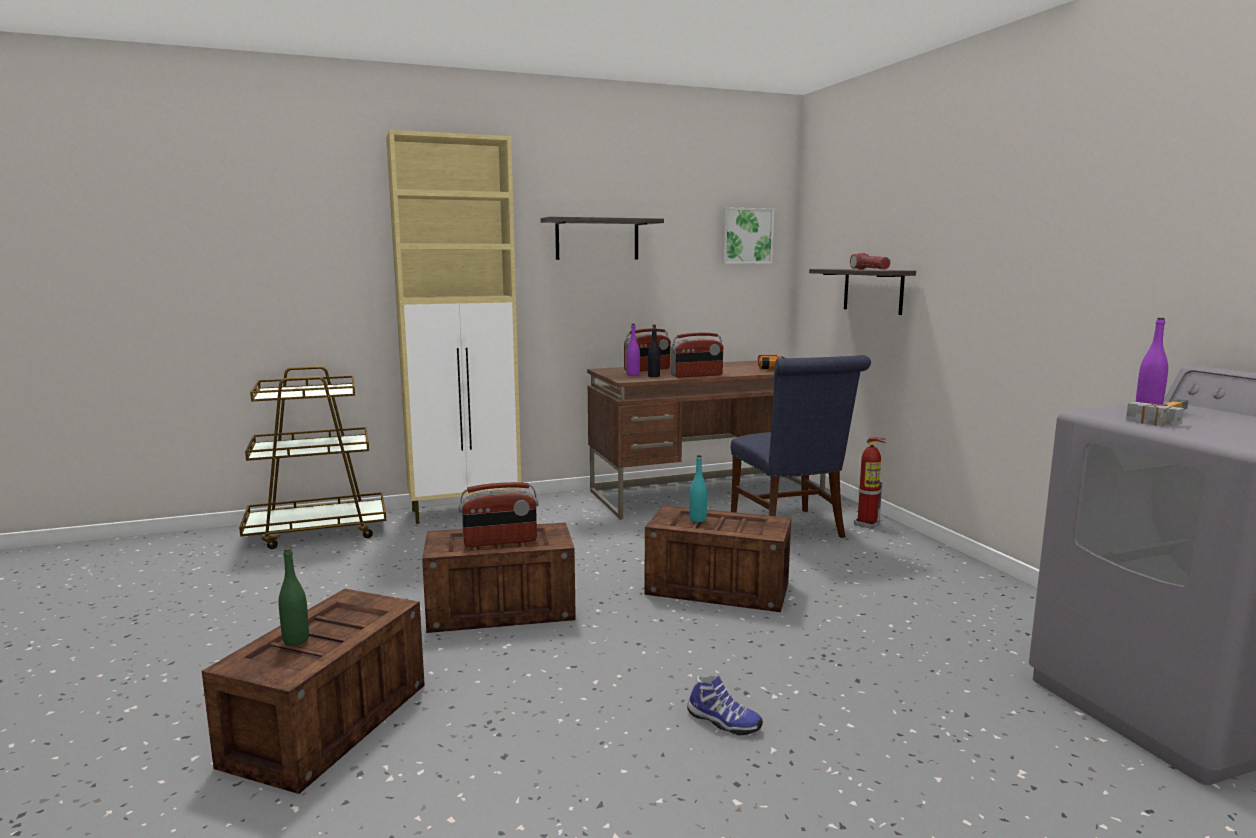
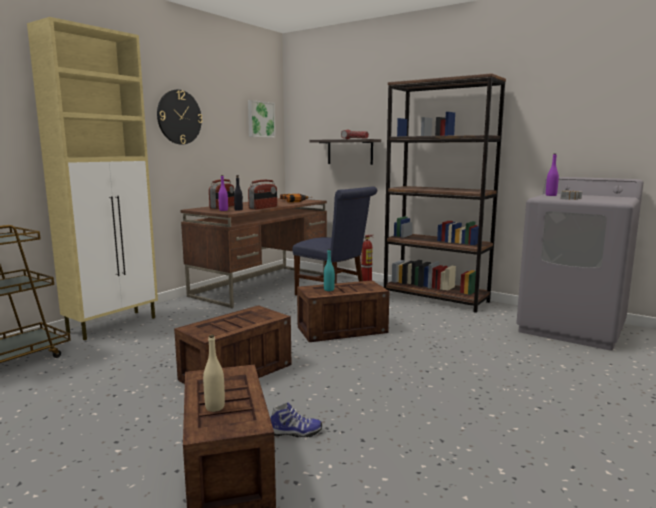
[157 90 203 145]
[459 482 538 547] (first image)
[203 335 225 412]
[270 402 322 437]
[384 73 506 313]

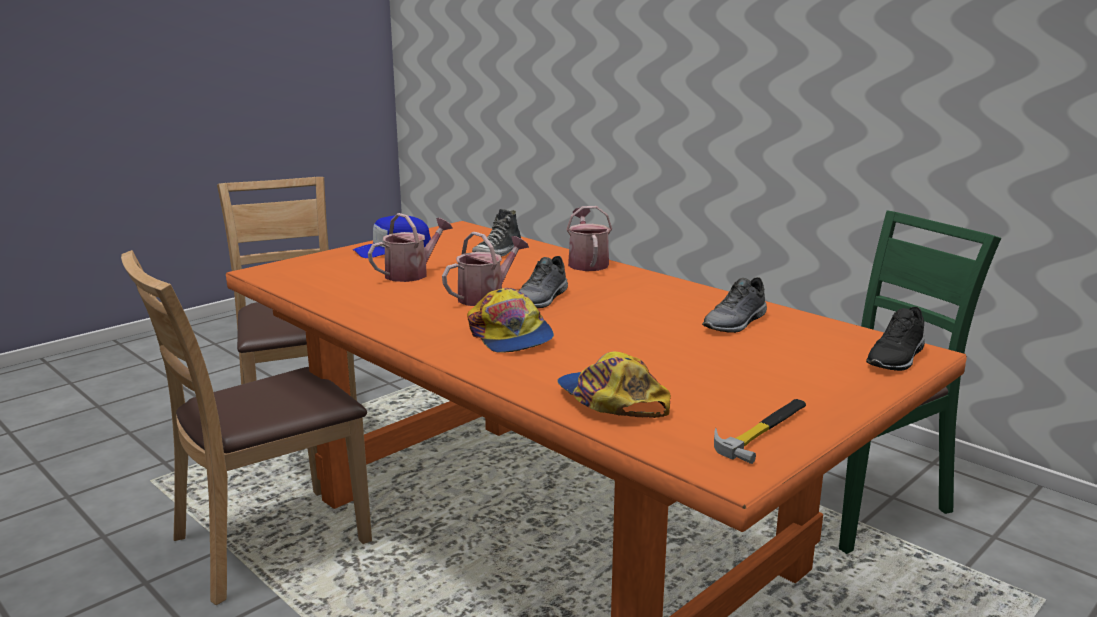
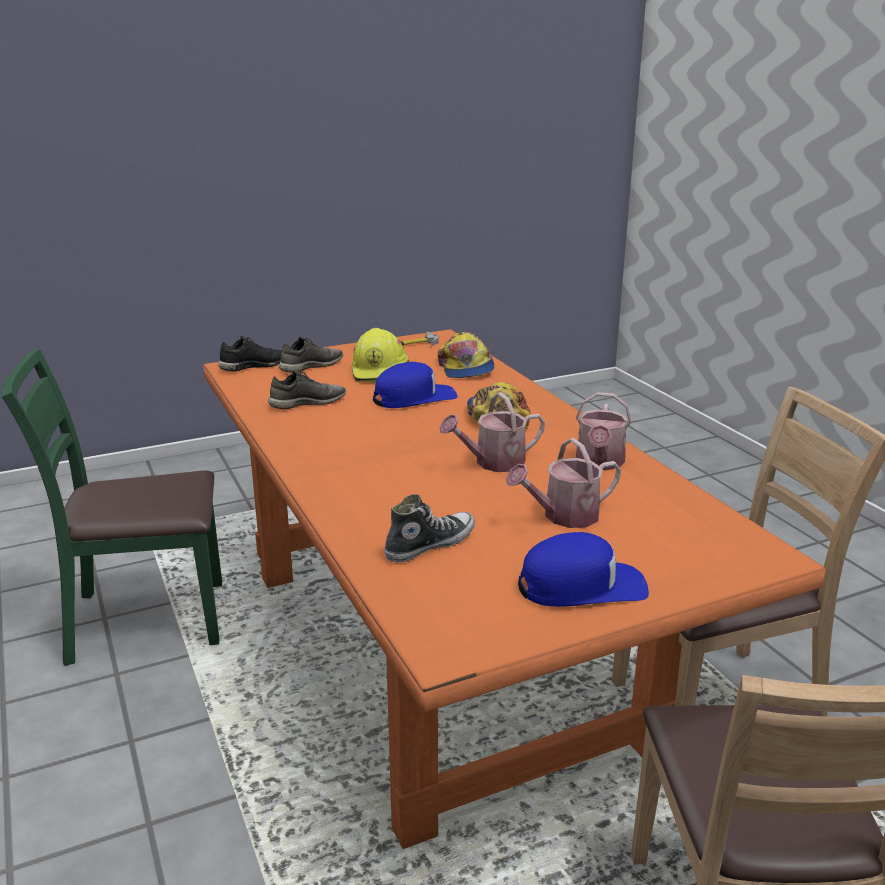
[576 392 631 470]
[279 337 343 373]
[351 328 409 382]
[373 362 457 408]

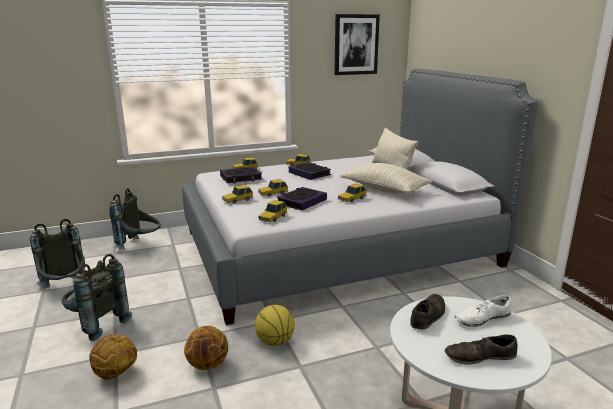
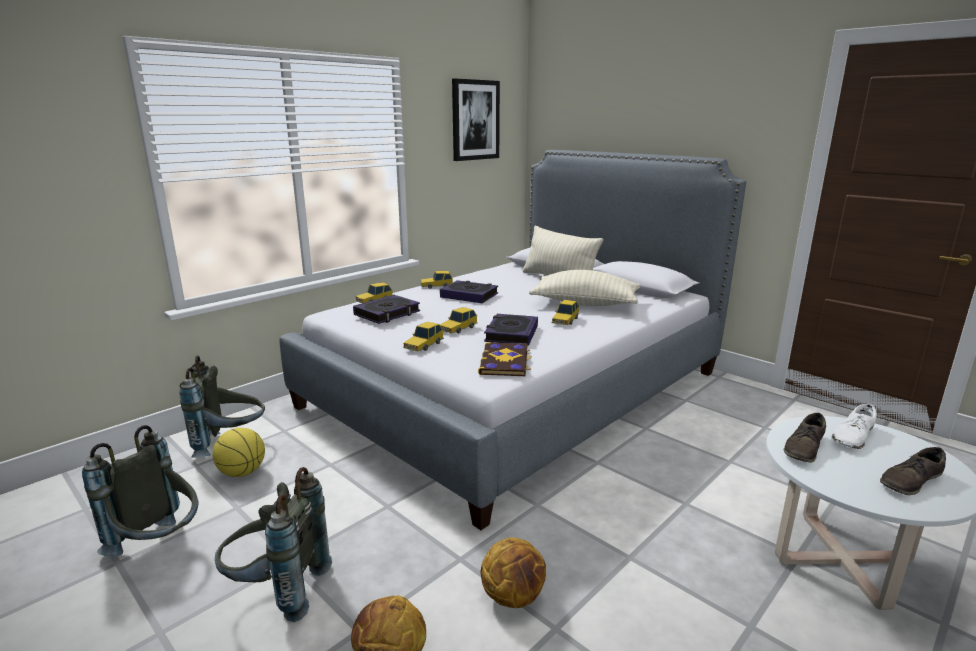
[478 342 532 376]
[784 413 826 463]
[213 428 265 477]

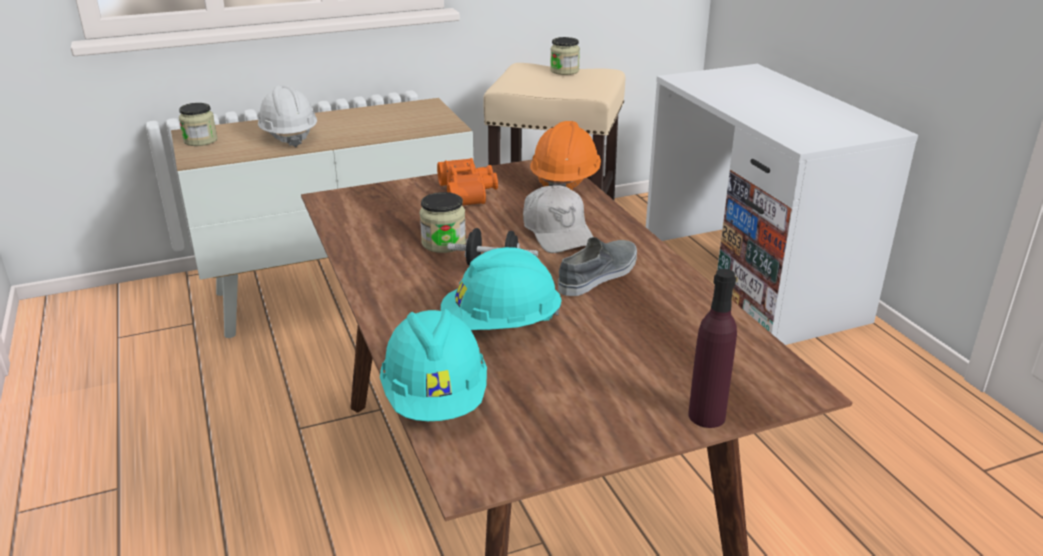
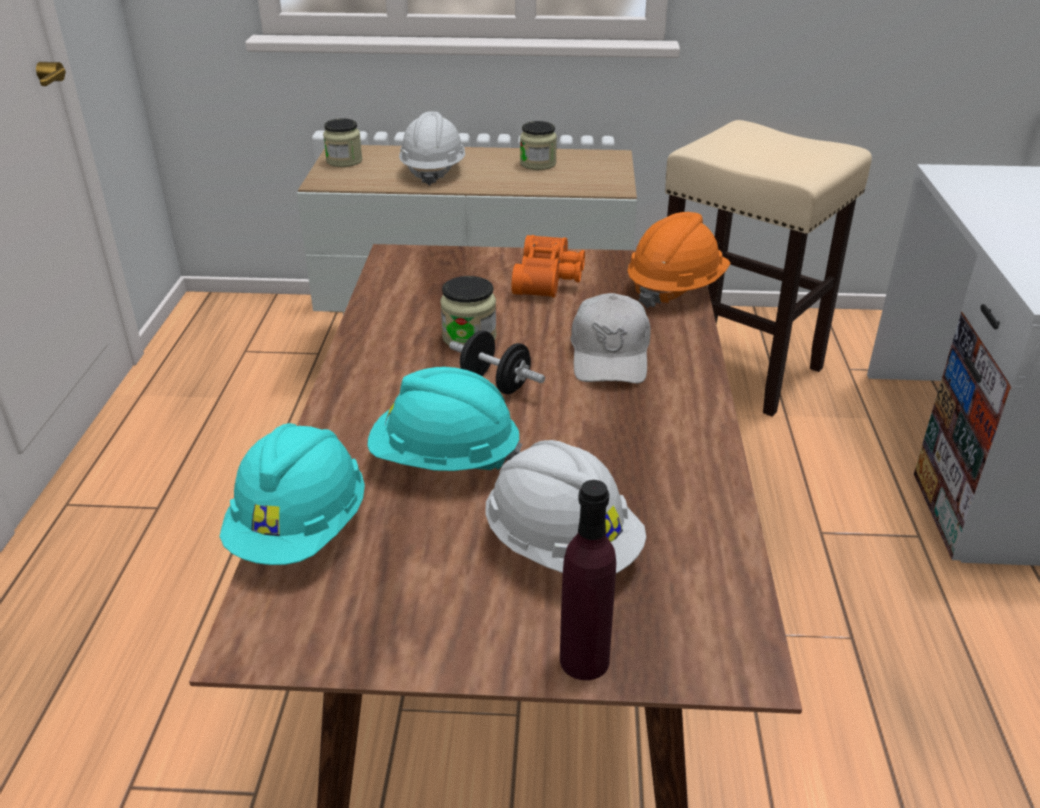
[520 121 557 170]
[558 237 637 296] (first image)
[485 440 646 573]

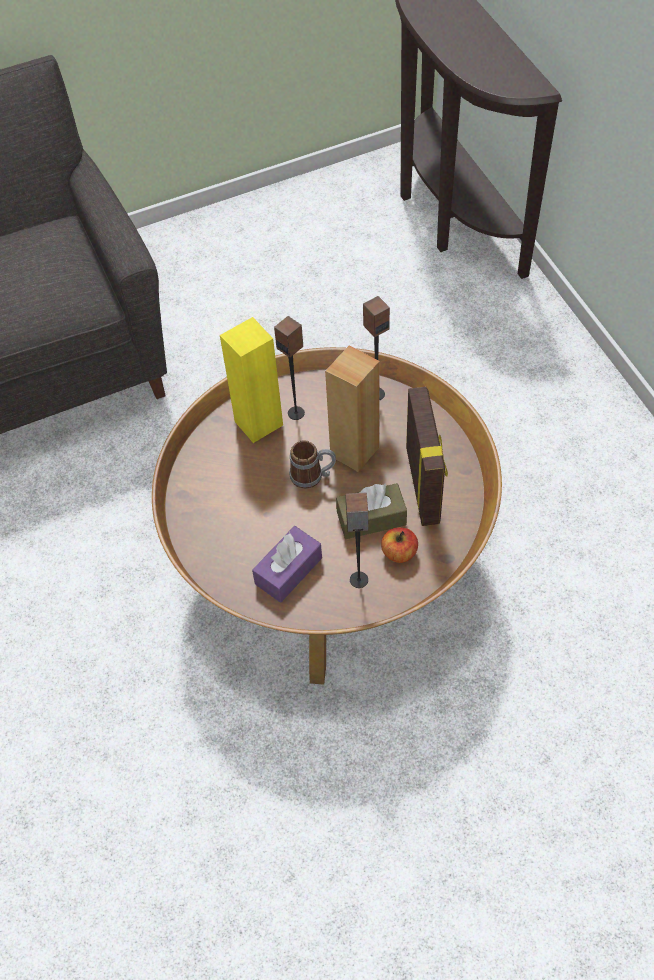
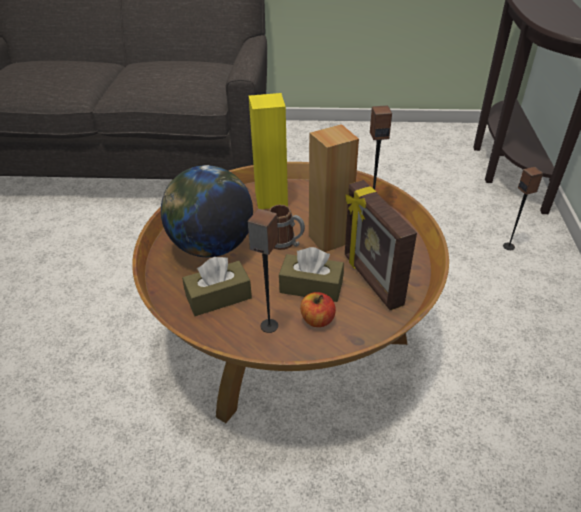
[503 167 543 250]
[345 180 417 311]
[182 257 252 316]
[161 165 253 258]

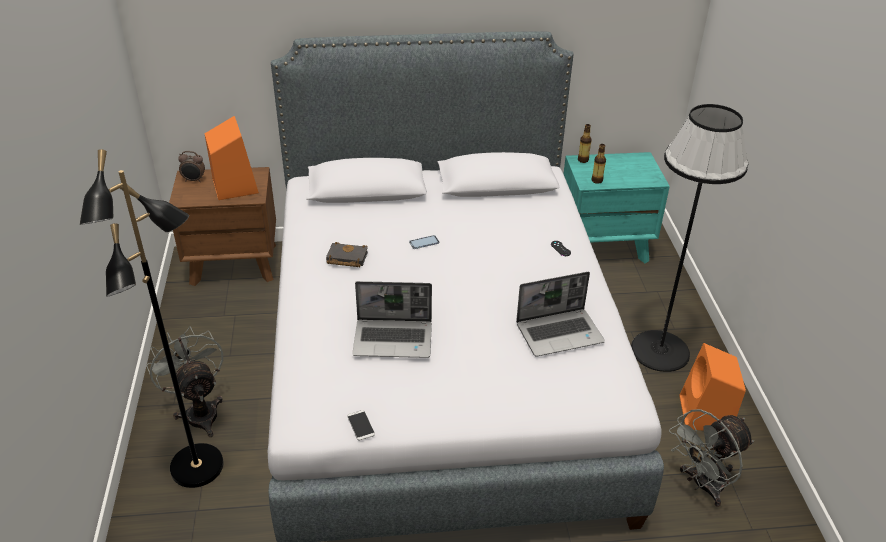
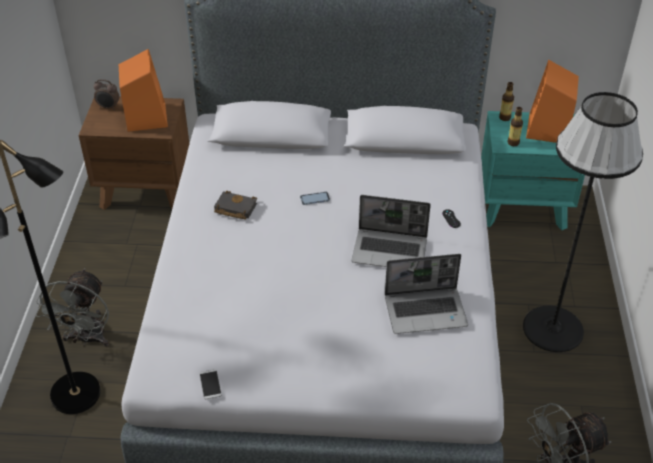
[352 195 431 267]
[36 268 109 347]
[526 60 579 143]

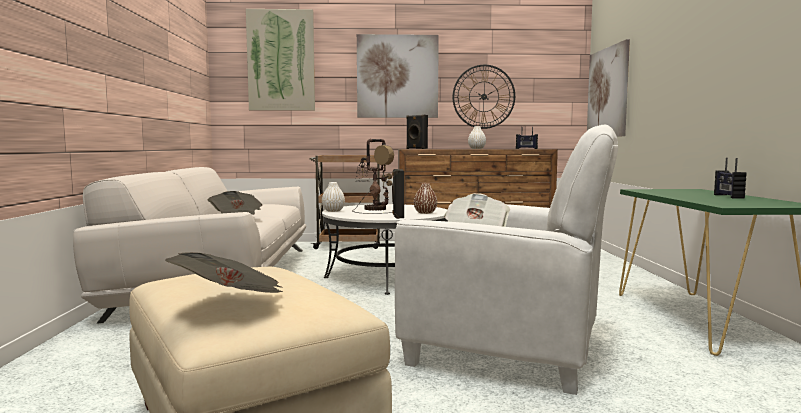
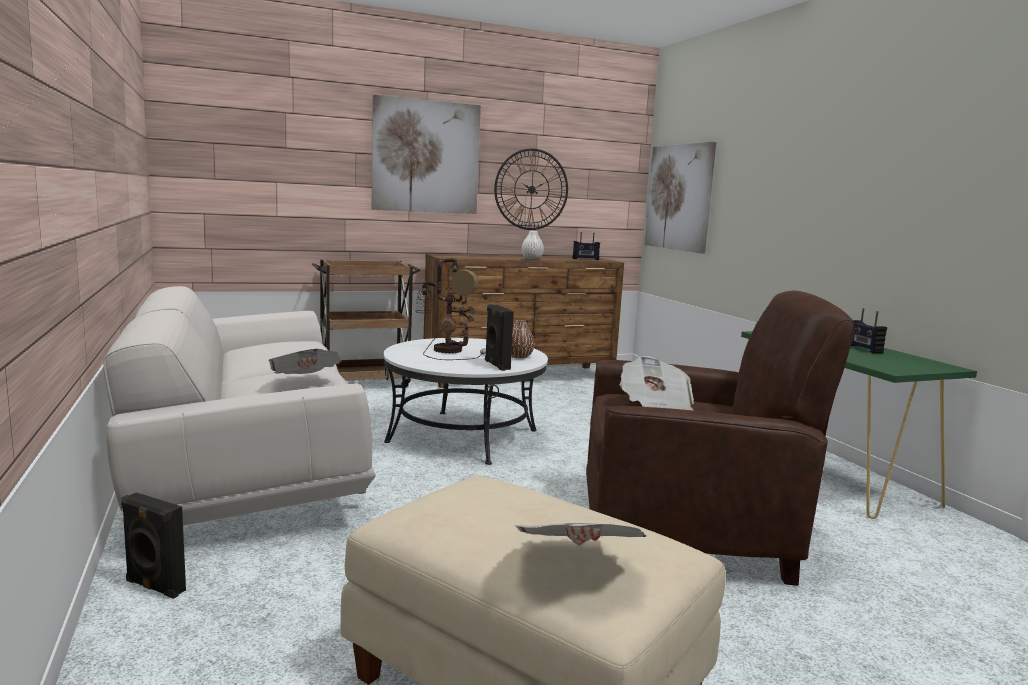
[246 9 315 111] (first image)
[121 492 186 599]
[586 291 855 586]
[322 182 345 212] (first image)

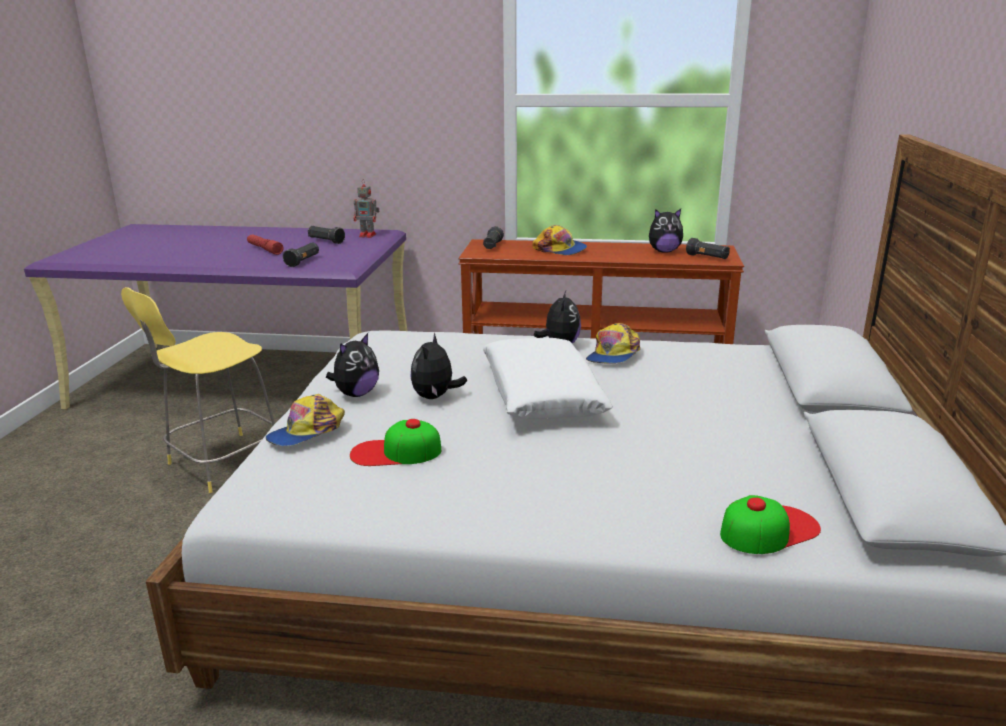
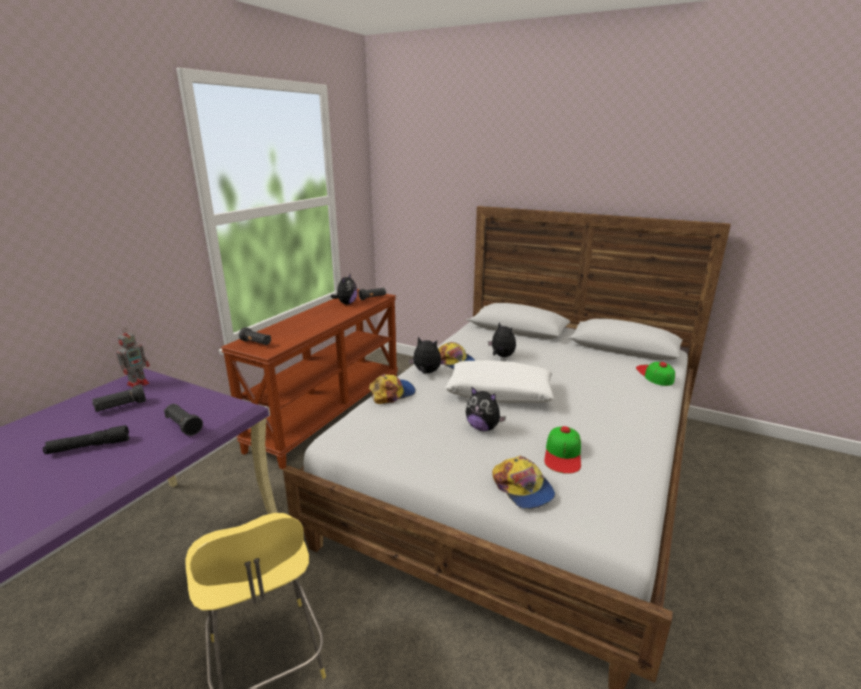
[369 374 416 404]
[43 425 129 454]
[488 322 516 357]

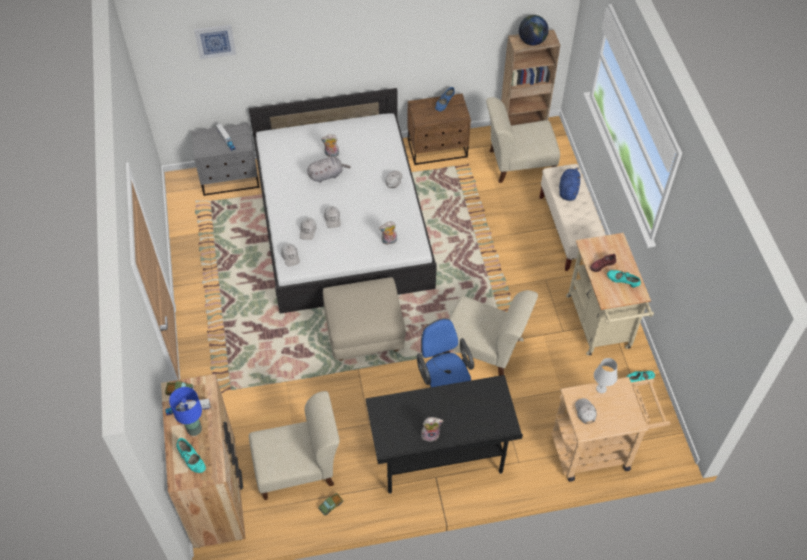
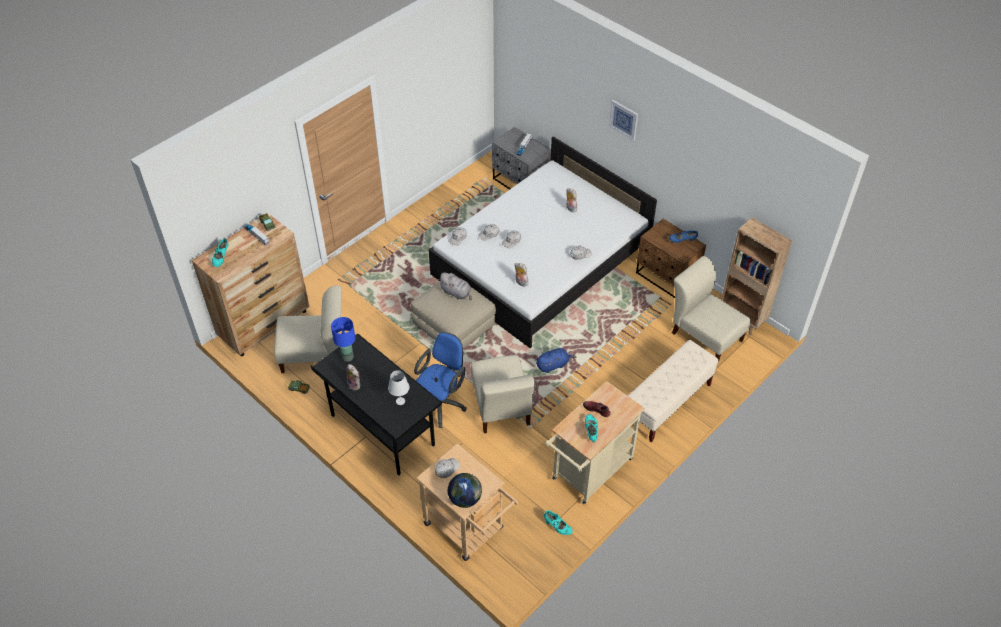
[448 473 482 508]
[609 100 638 141]
[439 273 472 301]
[536 348 577 373]
[388 370 410 405]
[331 317 355 362]
[274 285 342 373]

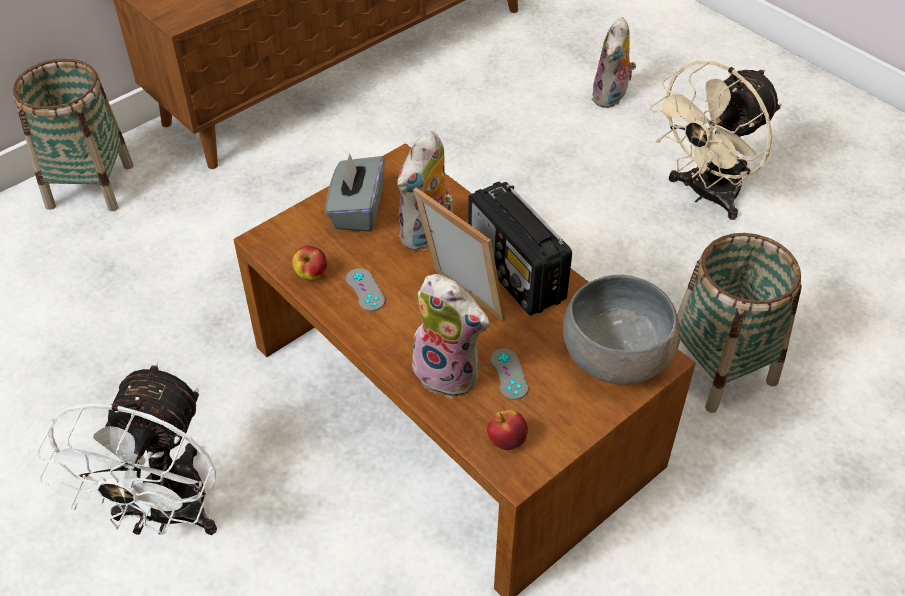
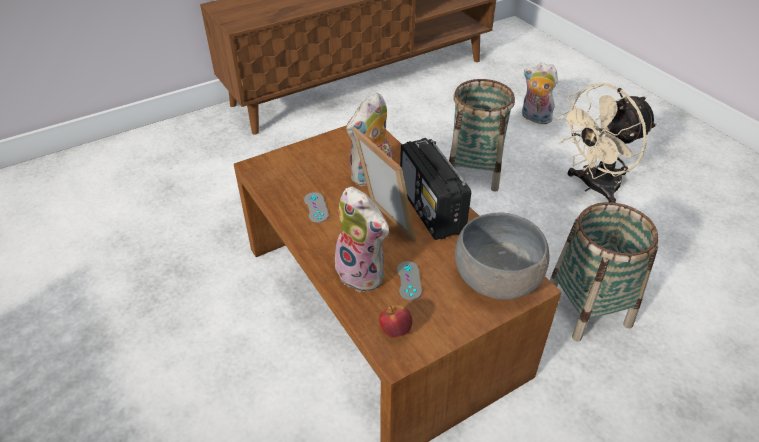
[522 62 558 124]
[449 79 515 192]
[325 153 385 232] (first image)
[292 246 327 280] (first image)
[37 362 217 535] (first image)

